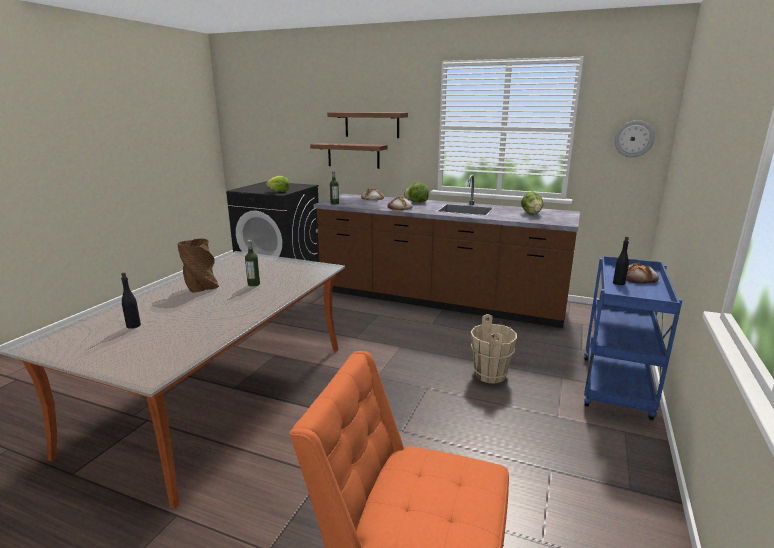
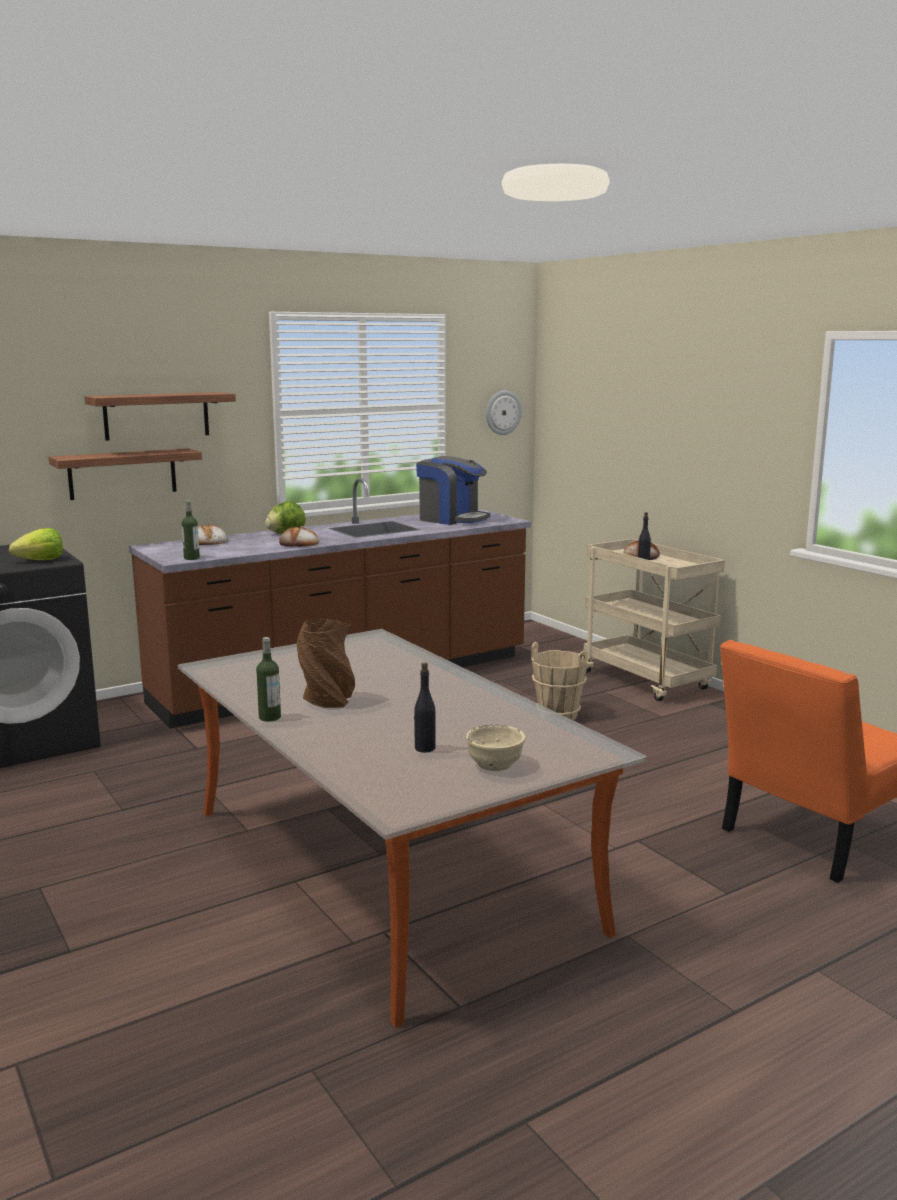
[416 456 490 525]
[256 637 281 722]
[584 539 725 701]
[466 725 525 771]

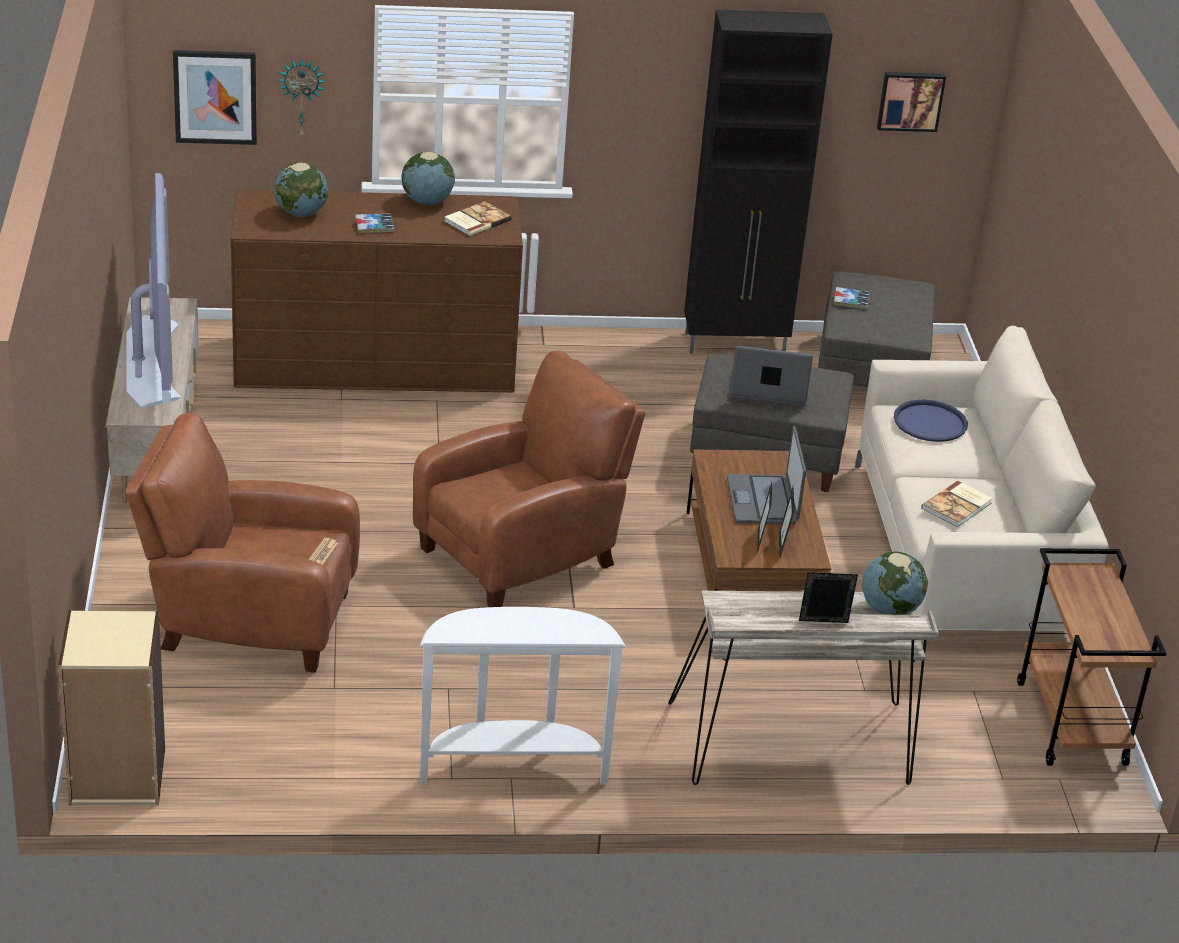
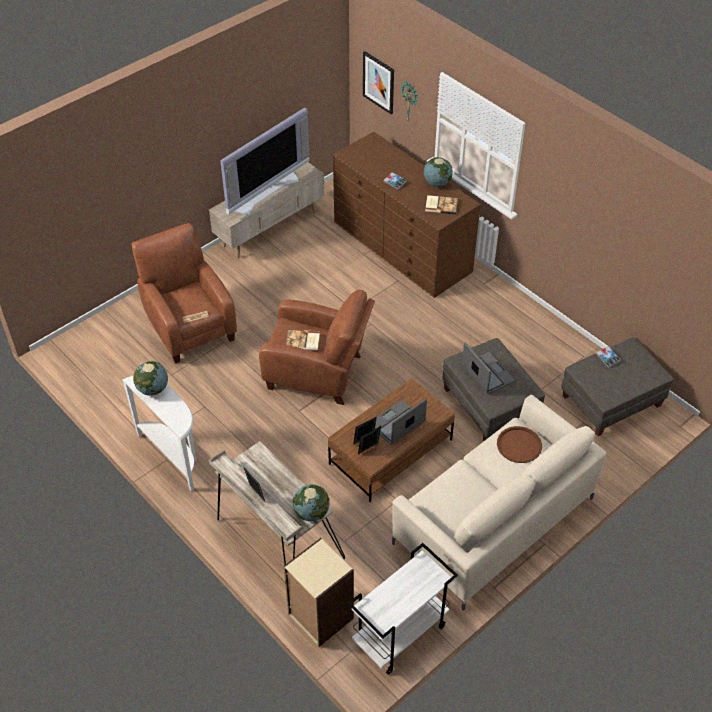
[684 10 833 354] (first image)
[877 72 946 132] (first image)
[133 361 168 396]
[497 426 542 463]
[286 330 320 350]
[348 543 458 675]
[284 538 354 647]

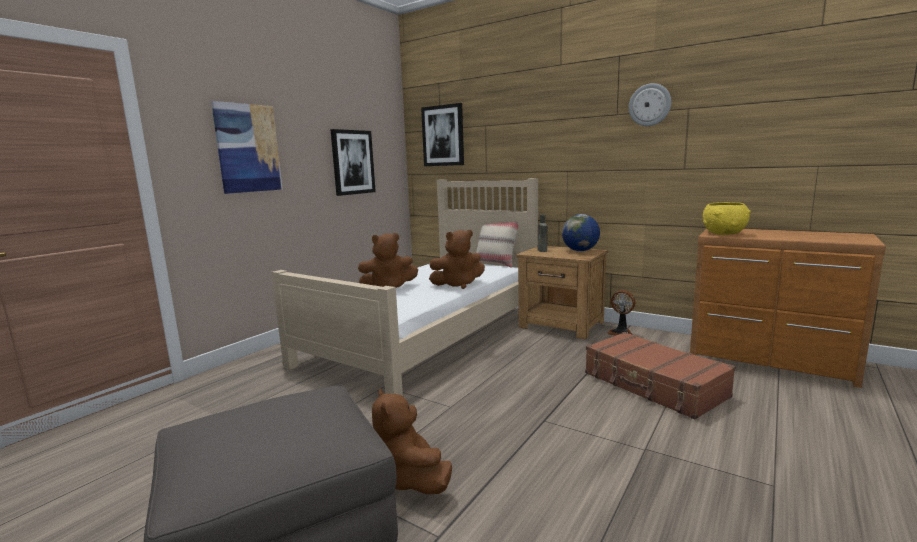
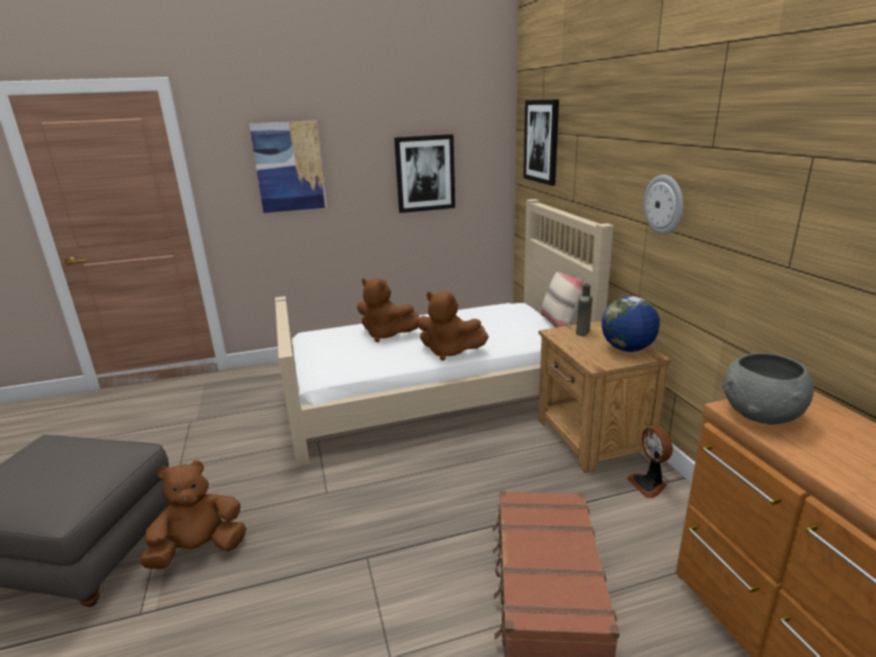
[644 175 683 235]
[722 353 814 425]
[139 460 246 569]

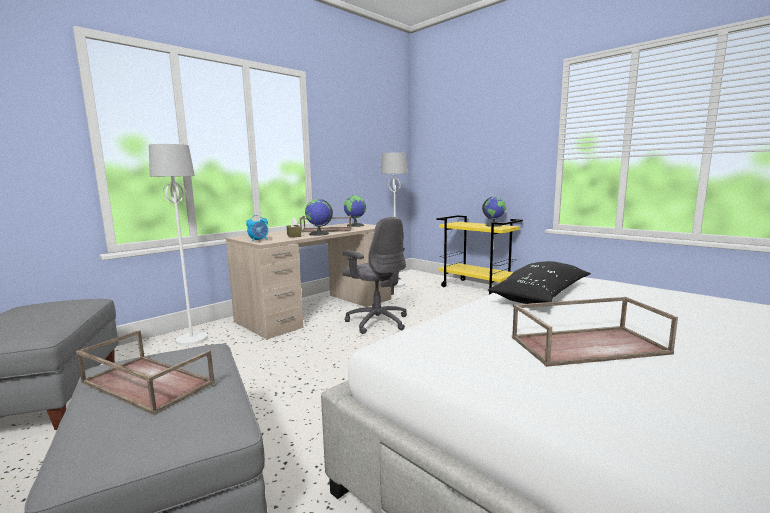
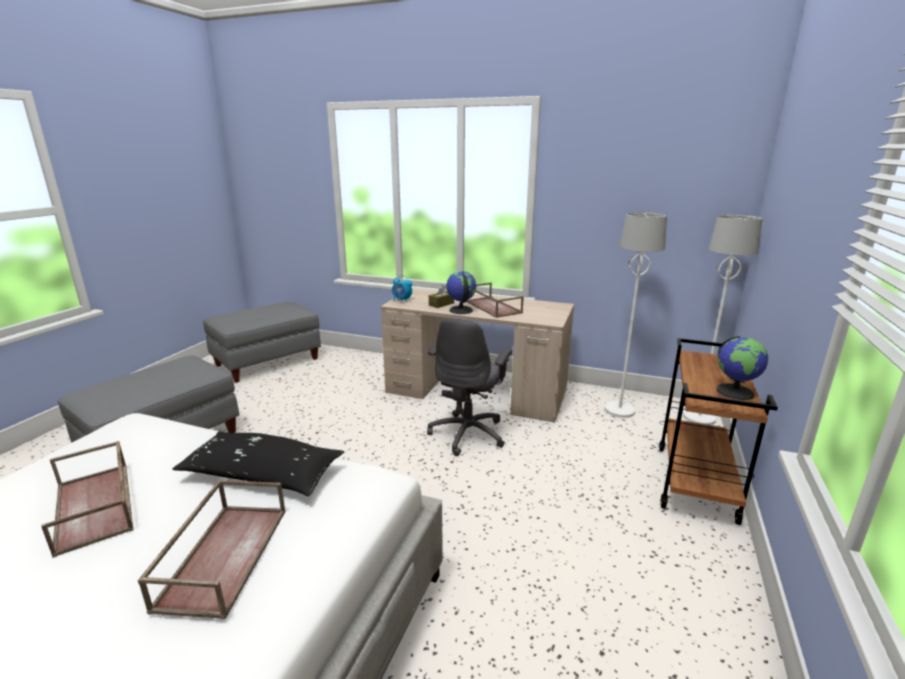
[683 215 763 425]
[344 195 366 227] (first image)
[659 338 778 525]
[138 480 286 619]

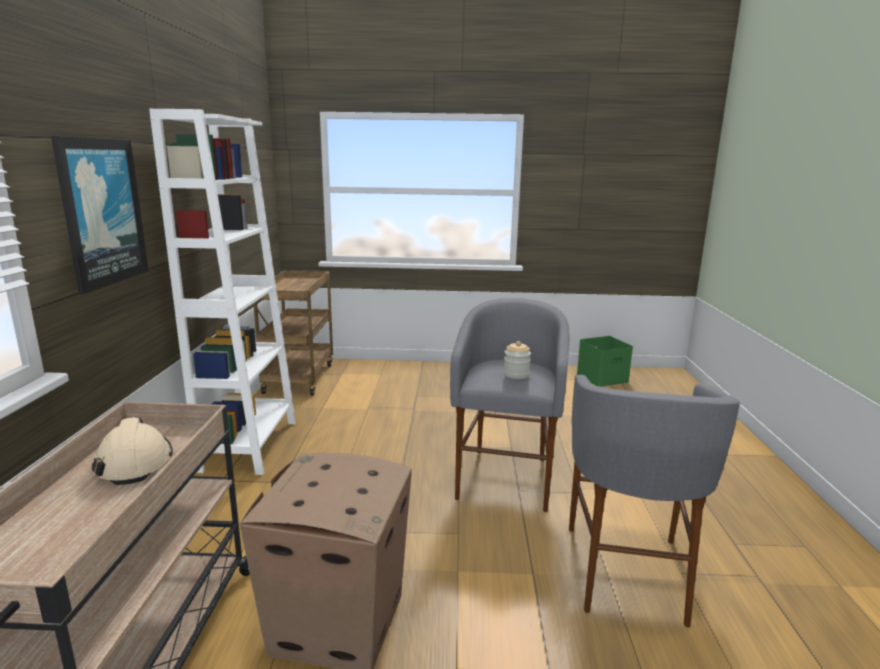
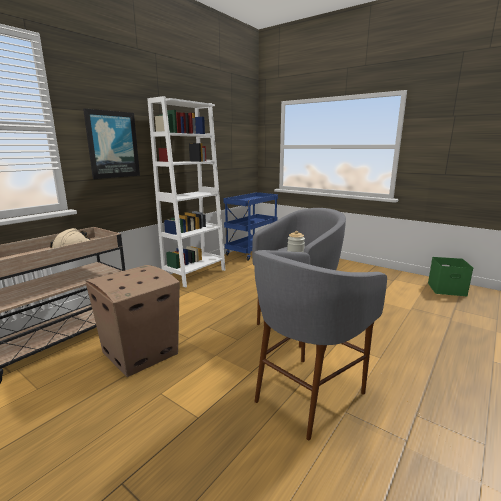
[224 192 278 261]

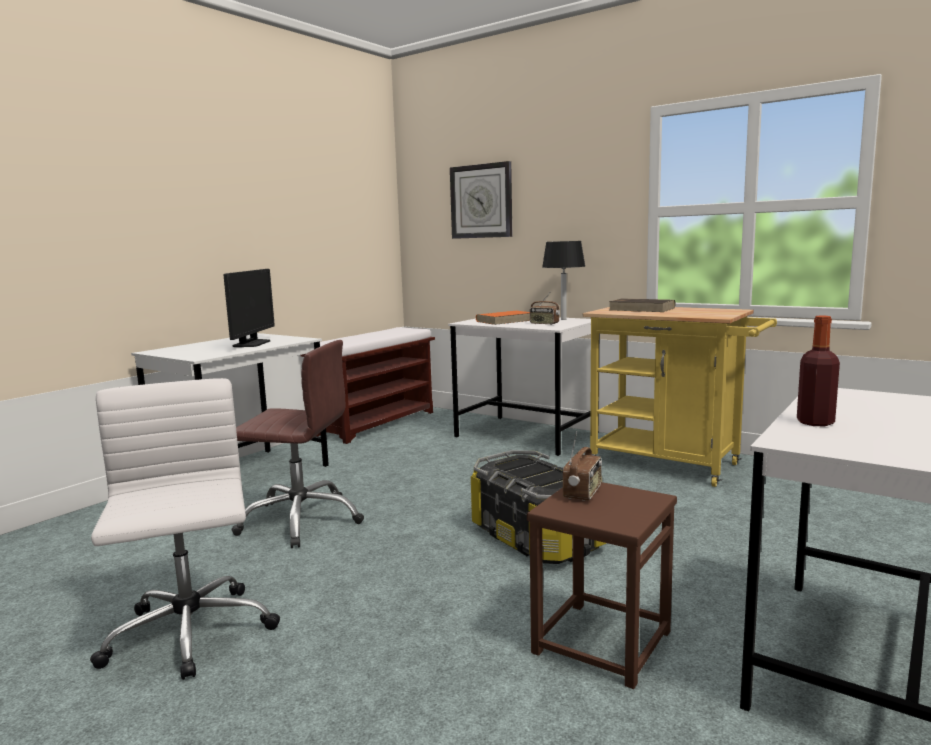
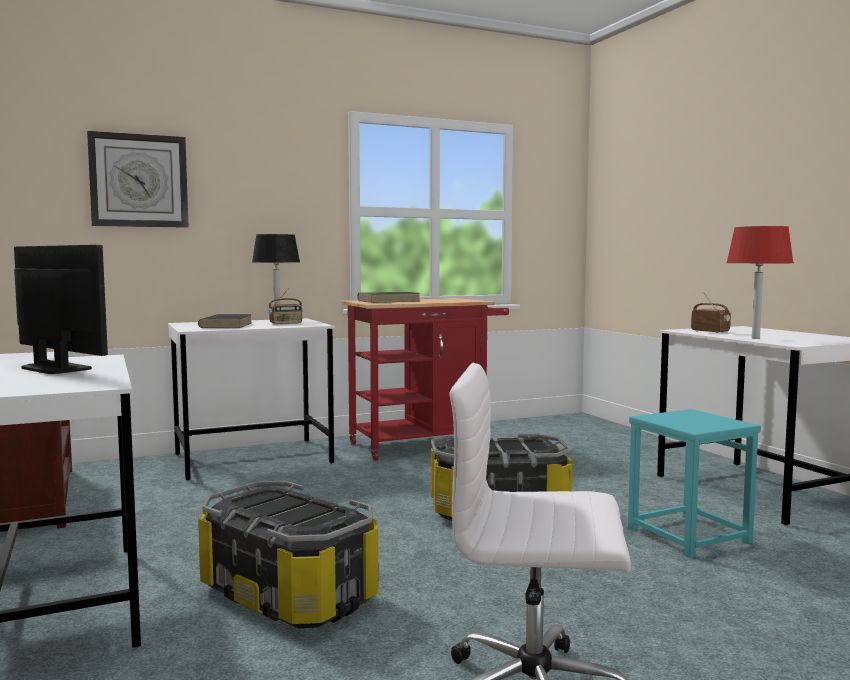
[341 298 509 461]
[198 314 252 328]
[726 226 794 339]
[198 481 379 629]
[691 292 731 333]
[628 409 761 558]

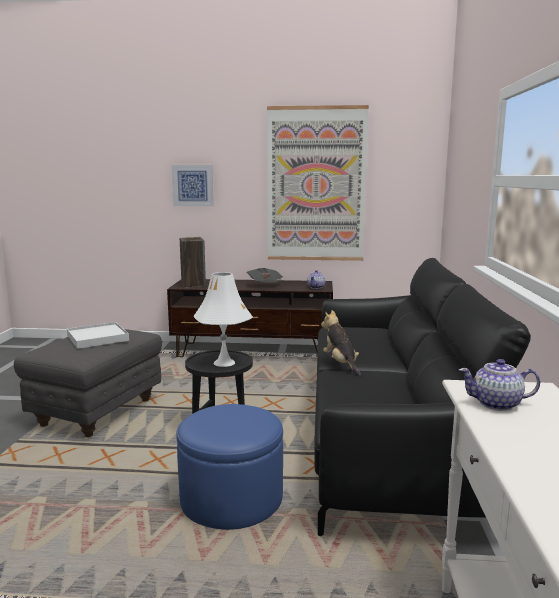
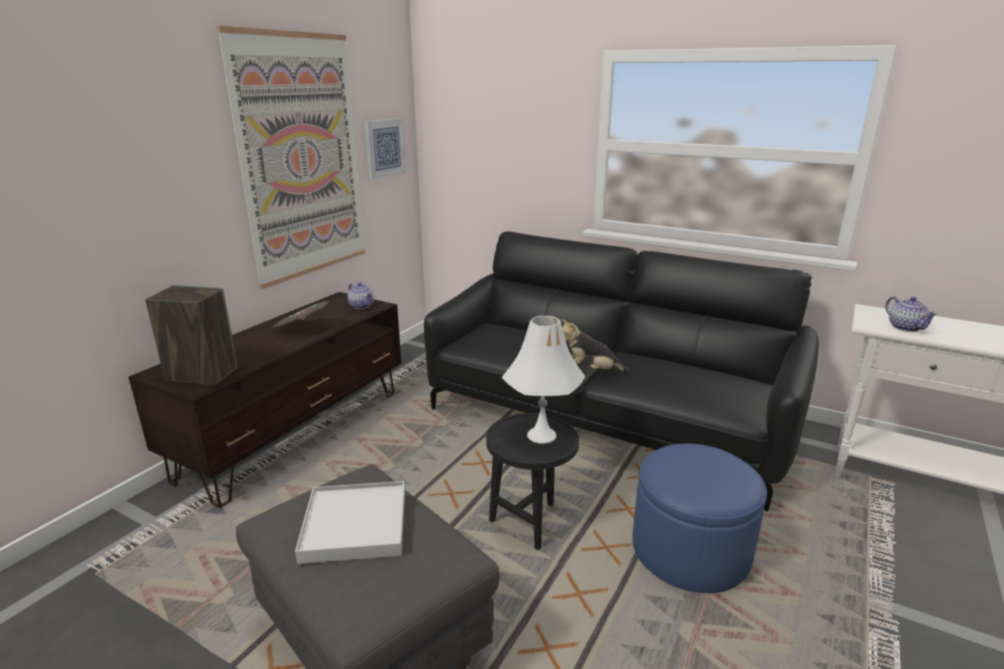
[364 118 406 179]
[885 296 938 332]

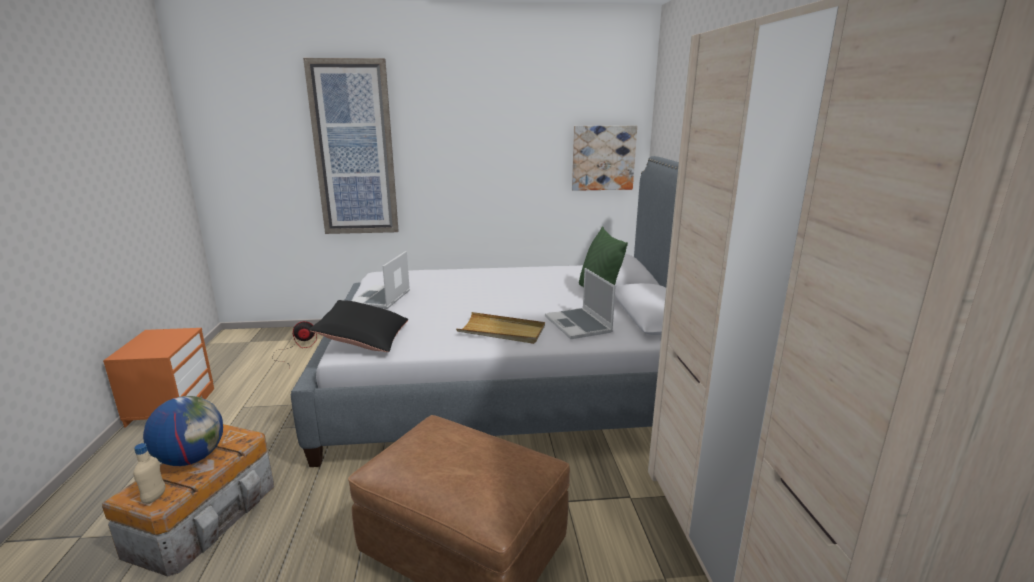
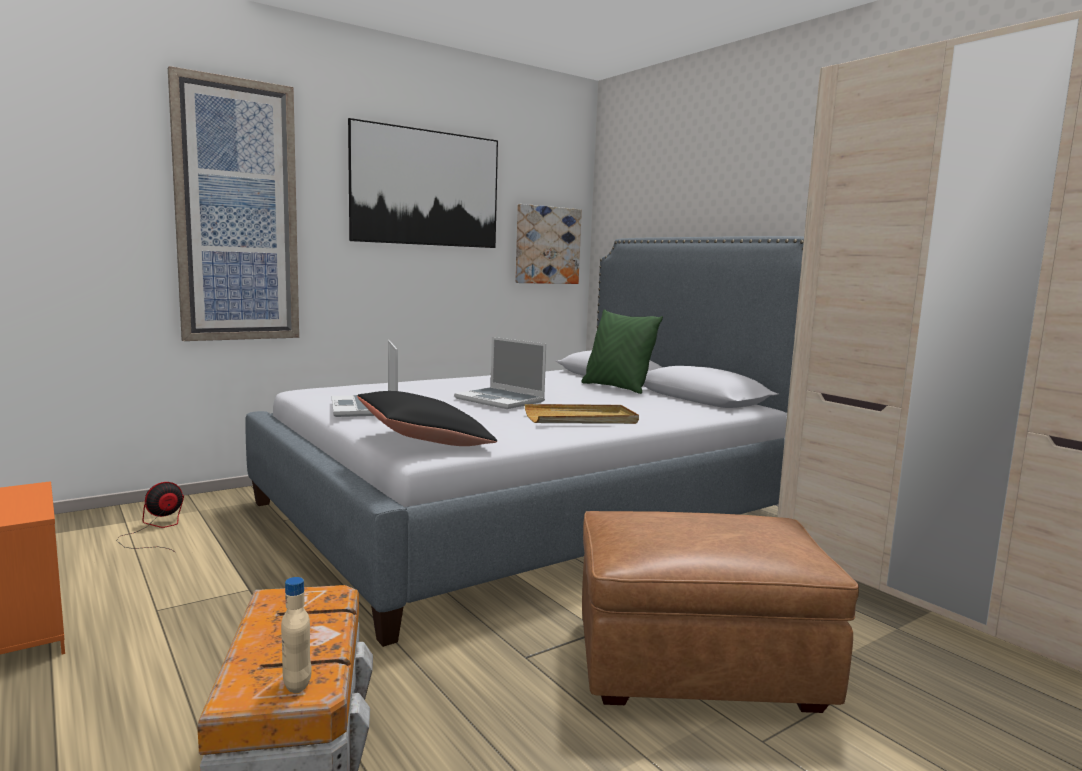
[454 337 546 409]
[143 396 223 466] (first image)
[348 118 498 248]

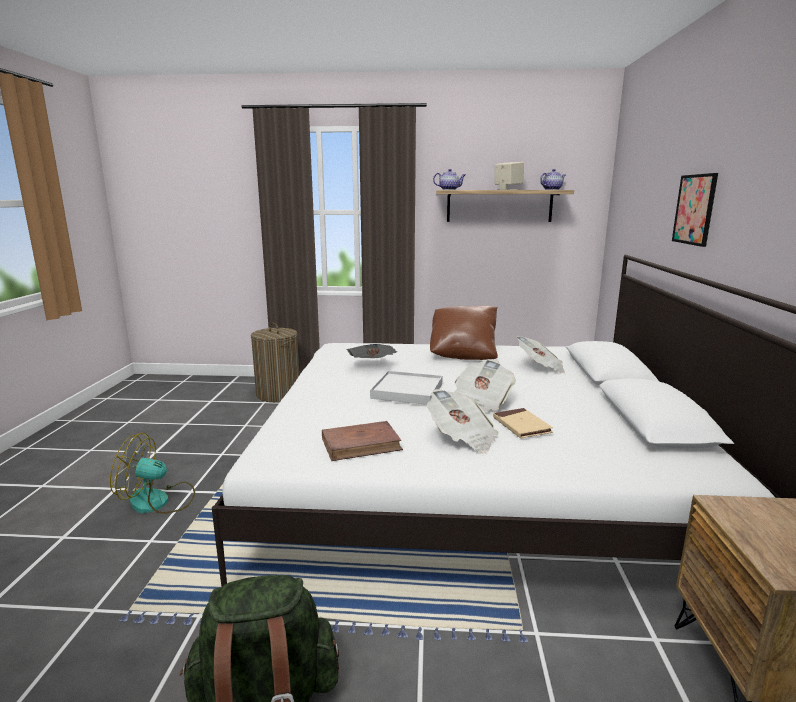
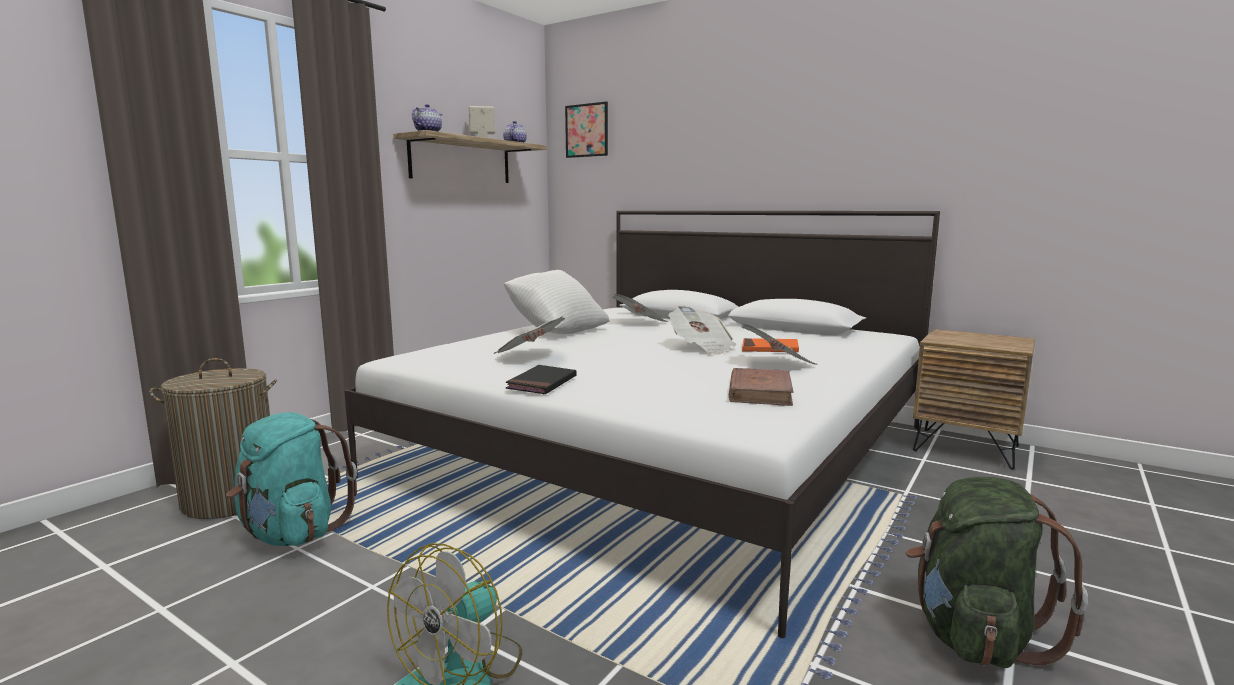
[565 102 608 158]
[504 270 610 334]
[370 371 443 405] (first image)
[742 338 799 352]
[506 365 577 394]
[226 412 357 546]

